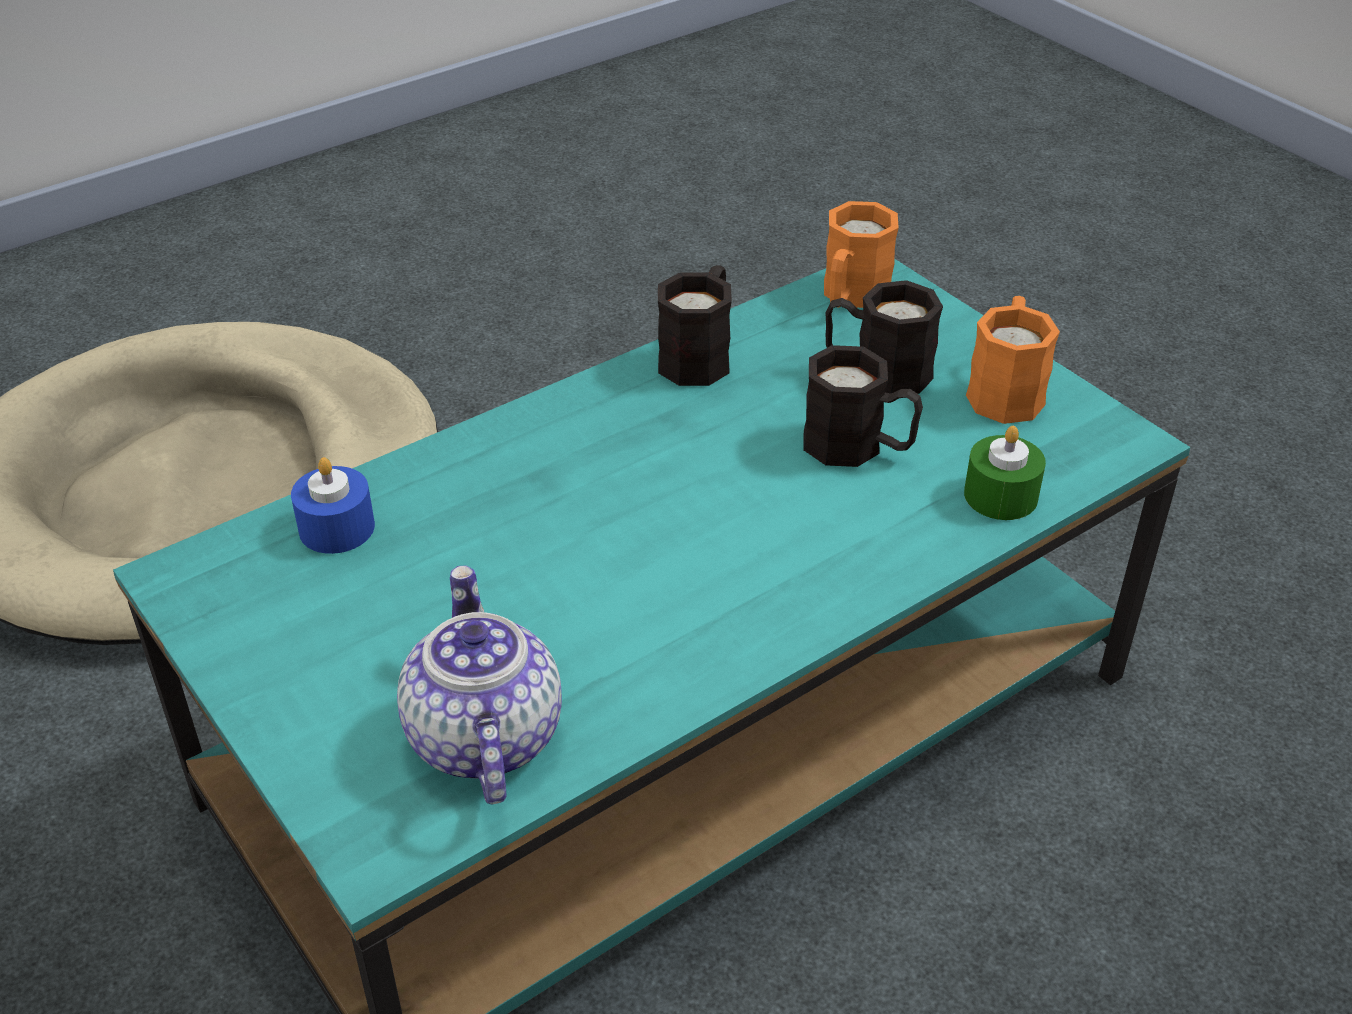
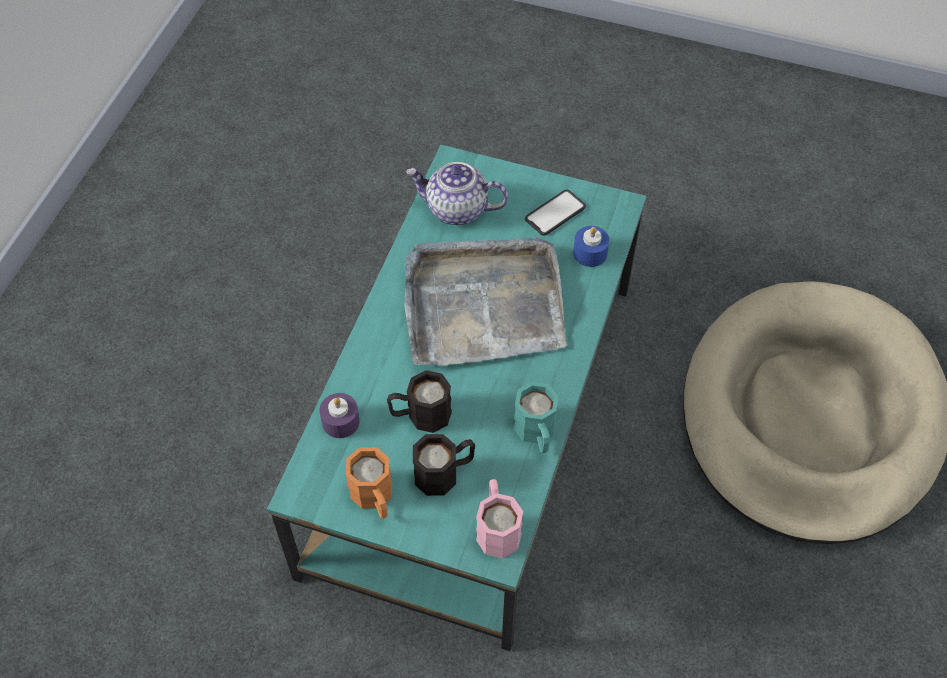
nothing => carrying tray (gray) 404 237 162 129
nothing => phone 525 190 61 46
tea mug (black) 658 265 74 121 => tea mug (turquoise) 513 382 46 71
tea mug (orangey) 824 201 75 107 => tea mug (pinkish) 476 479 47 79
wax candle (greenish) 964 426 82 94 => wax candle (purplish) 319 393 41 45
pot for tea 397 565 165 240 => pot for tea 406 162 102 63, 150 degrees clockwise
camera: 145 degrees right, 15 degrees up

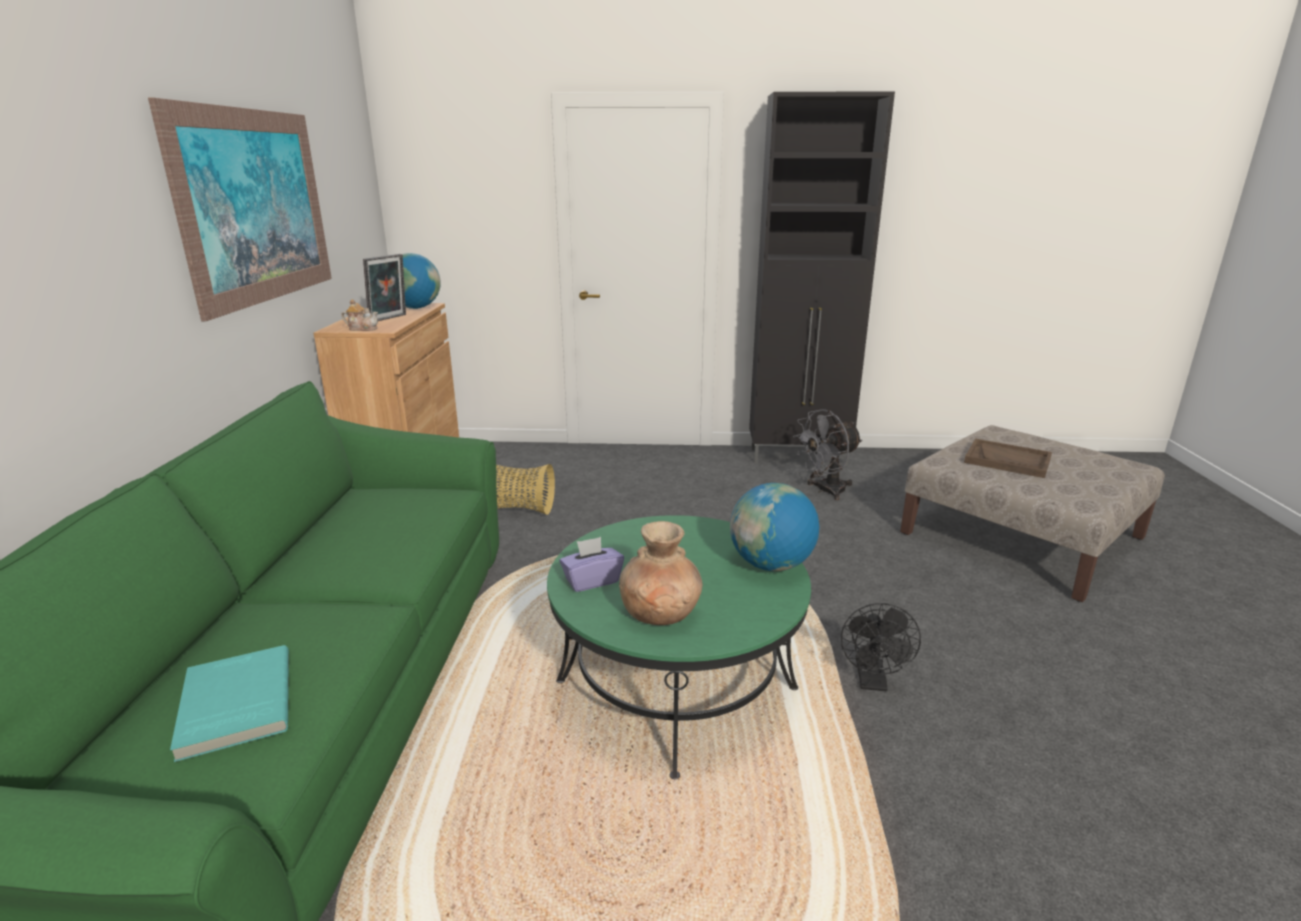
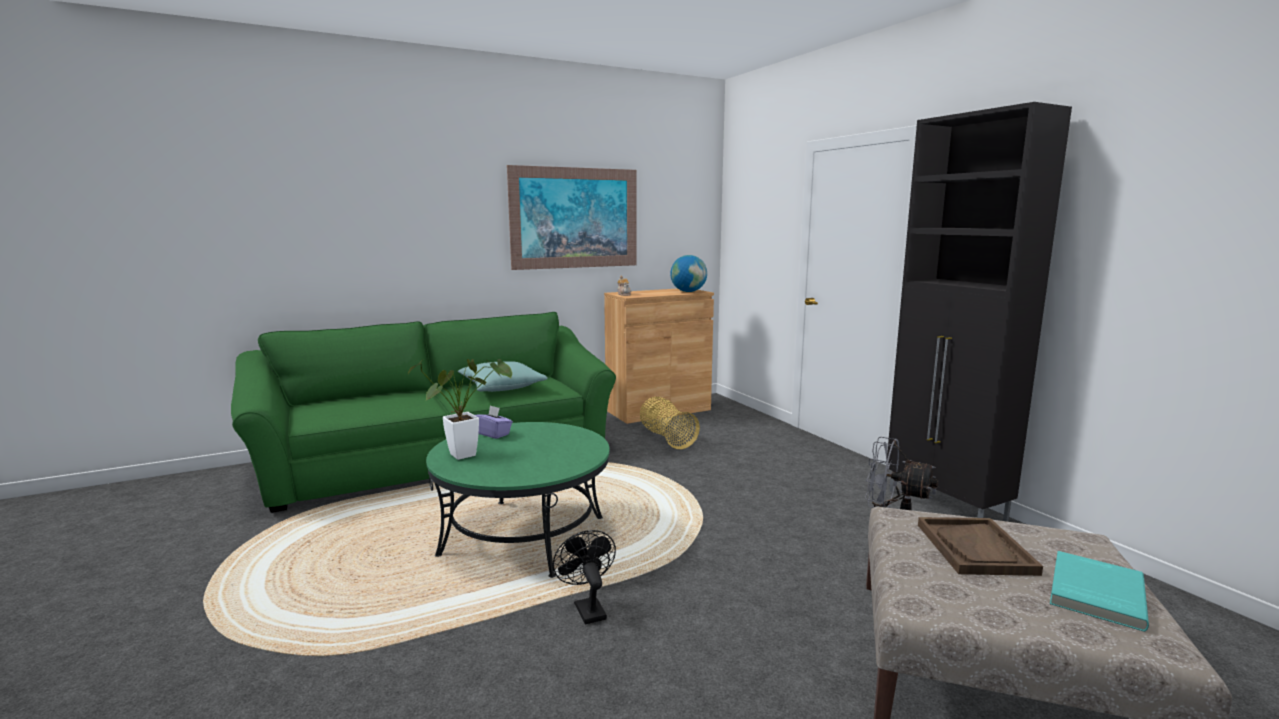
picture frame 363 254 43 67 => nothing
world globe 730 483 90 88 => nothing
nothing => throw pillow (turquoise) 458 361 90 31
volume (turquoise) 170 645 119 117 => volume (turquoise) 1050 551 99 81, moved
vase (brown-coloured) 619 521 84 104 => plant in a pot 408 359 104 101
electric fan (black) 841 603 80 88 => electric fan (black) 553 530 63 94, 90 degrees clockwise
camera: 60 degrees right, 10 degrees down

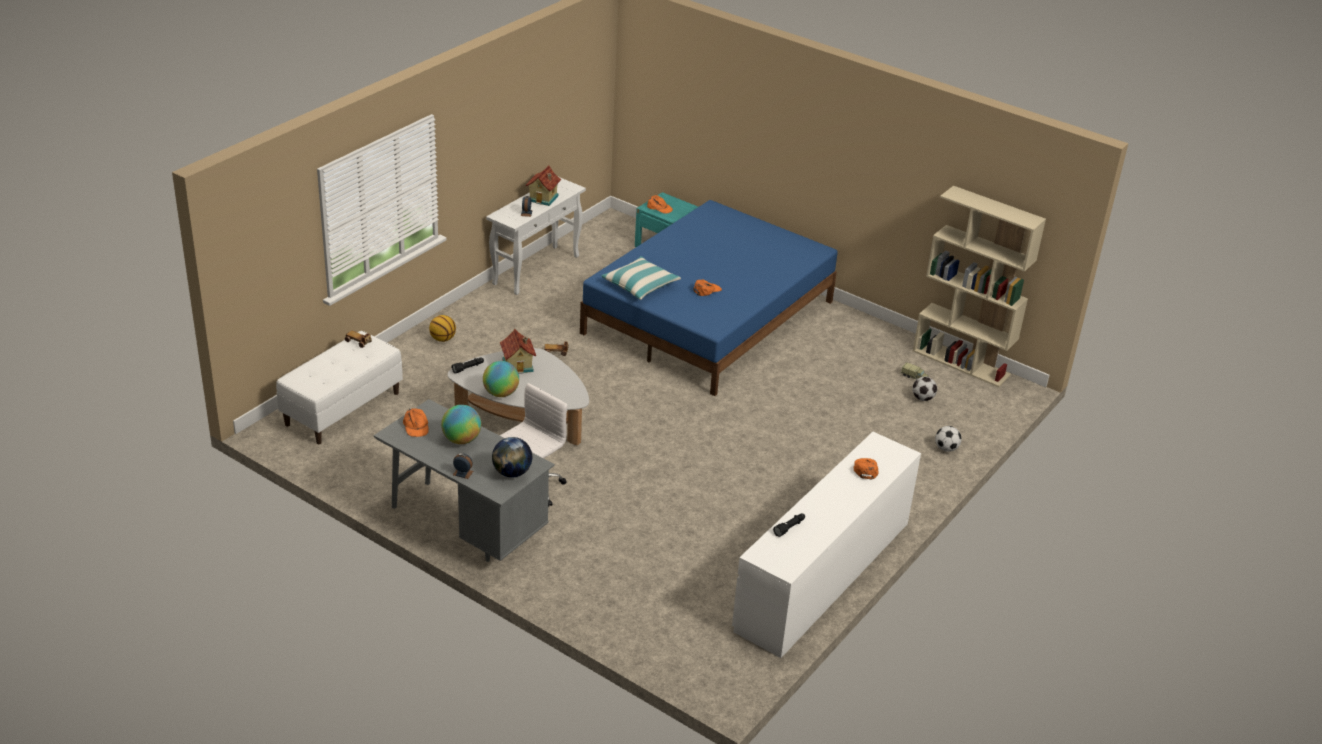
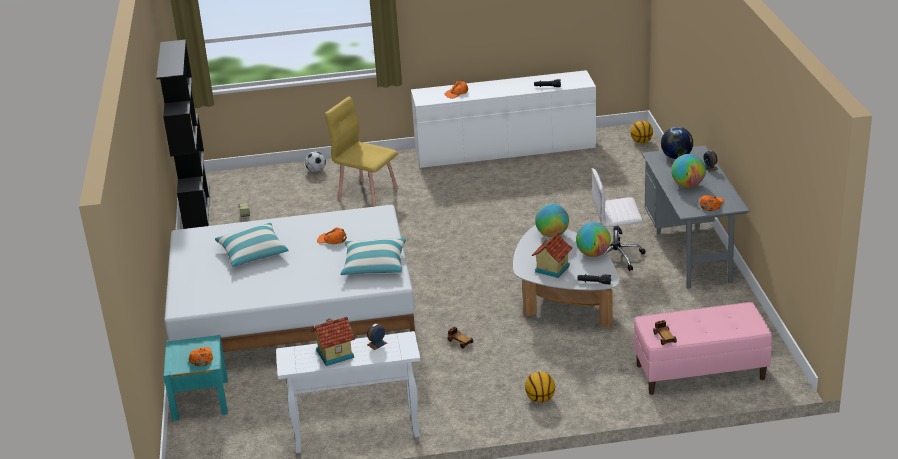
football 912 376 25 25 => nothing
nothing => throw pillow 215 223 74 44
nothing => plain chair (yellow-coloured) 325 96 73 111
nothing => world globe 535 204 34 33
nothing => ball for basketball 631 121 22 22
indoor bench (whitish) 276 331 127 113 => indoor bench (pinkish) 634 302 138 93
sleeping bed (blue-coloured) 580 200 258 196 => sleeping bed (whitish) 164 205 251 147
shelving unit (sand-coloured) 913 186 133 201 => shelving unit (black) 156 40 54 189
camera: 130 degrees left, 5 degrees down

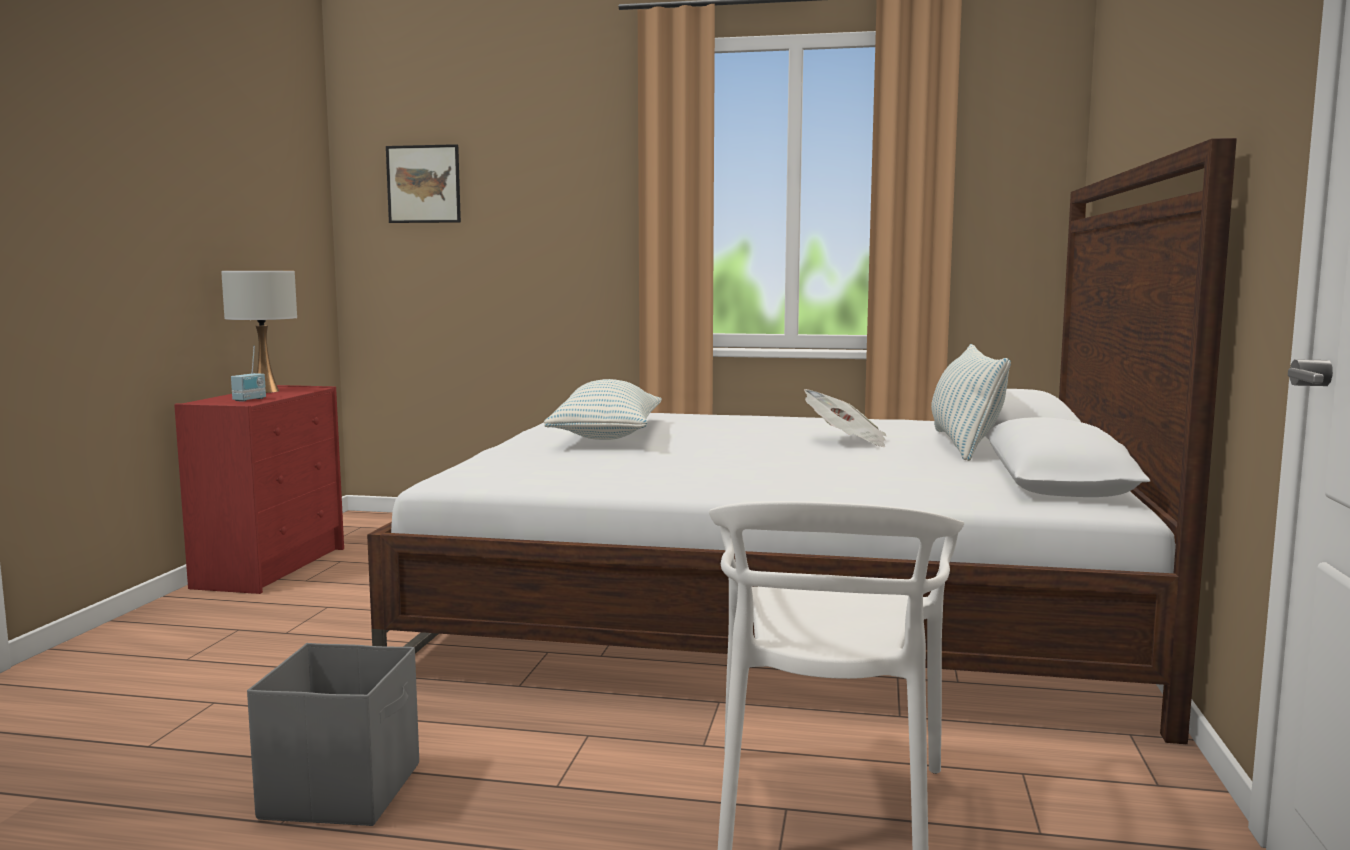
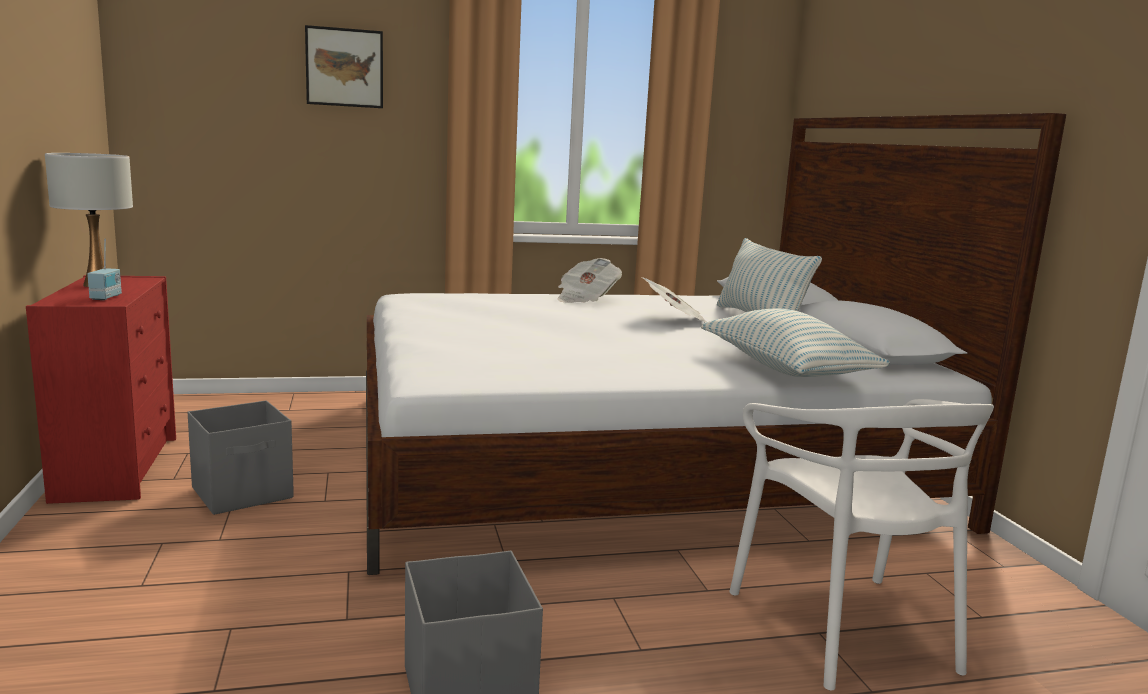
nothing => storage container (gray) 188 400 106 115
nothing => printed paper 558 258 64 45
wall picture 386 144 75 79 => wall picture 305 25 78 83, moved
throw pillow 544 379 118 61 => throw pillow 701 309 189 68, moved
camera: 25 degrees left, 5 degrees up

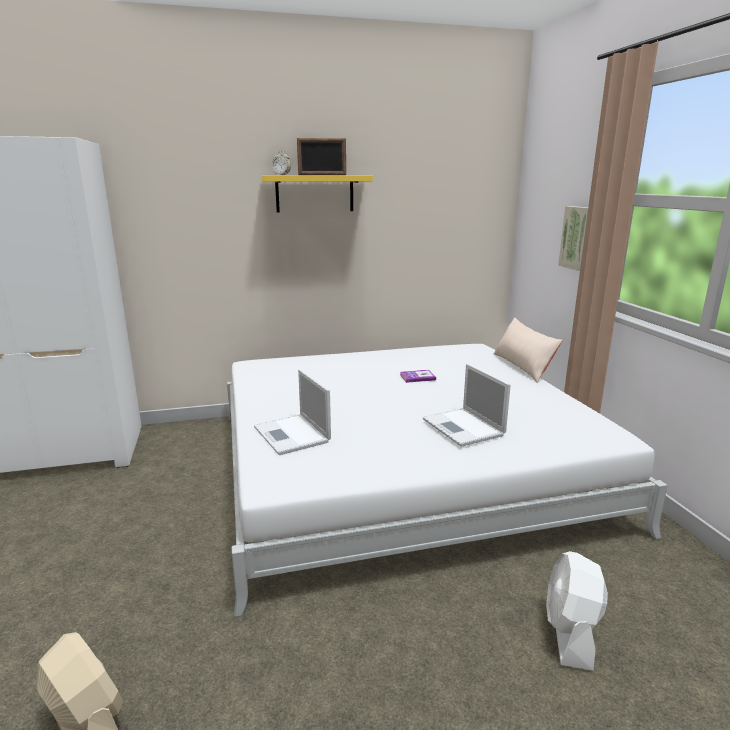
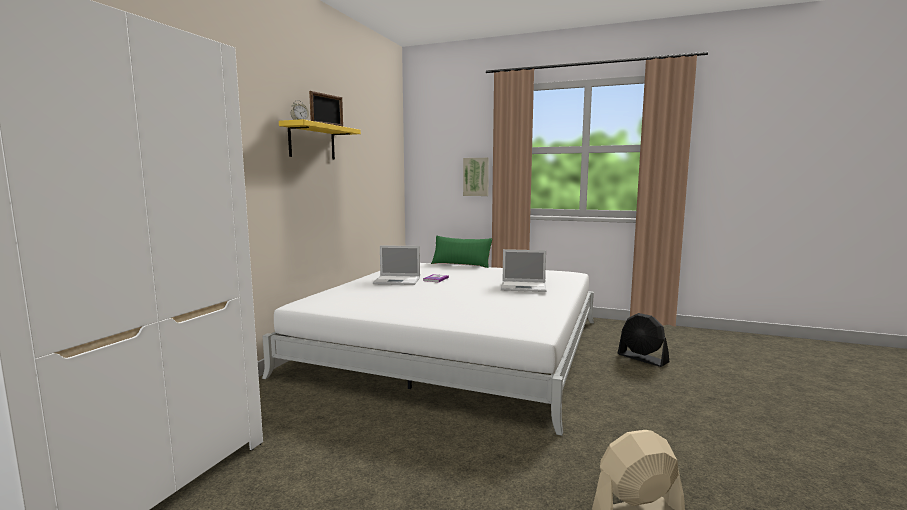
portable computer 254 369 77 86 => portable computer 373 245 47 40, moved
throw pillow (sand-coloured) 494 317 69 66 => throw pillow (greenish) 431 236 62 32
electric fan (whitish) 546 551 62 120 => electric fan (black) 618 313 51 54
camera: 55 degrees left, 10 degrees down

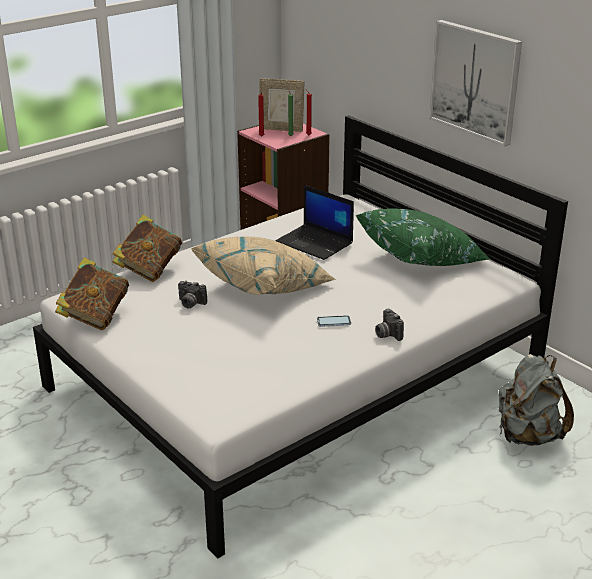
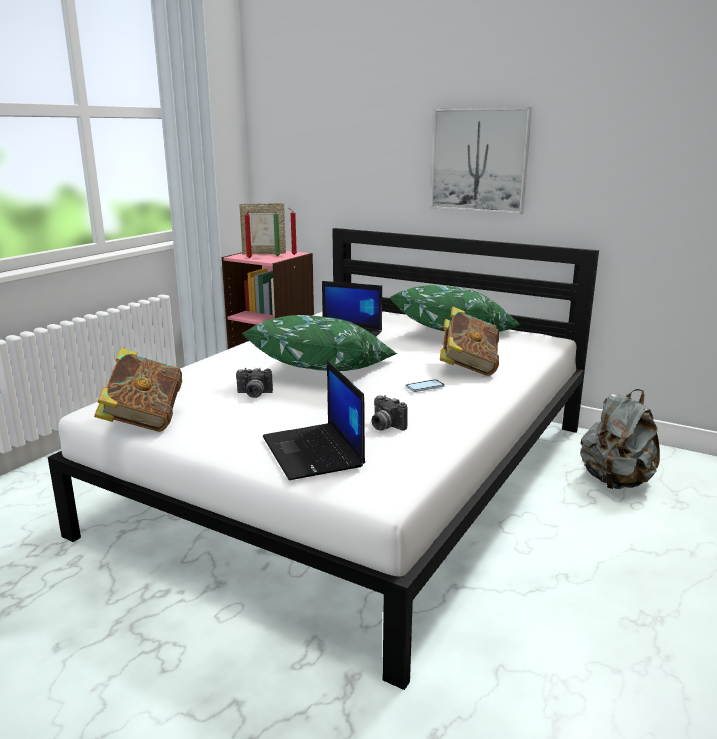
nothing => portable computer 263 361 102 119
volume 113 215 69 67 => volume 440 307 59 69, moved
photo camera 375 309 29 32 => photo camera 372 395 36 36, moved
throw pillow (sand-coloured) 190 237 146 58 => throw pillow (greenish) 241 315 157 56
camera: 20 degrees left, 10 degrees down

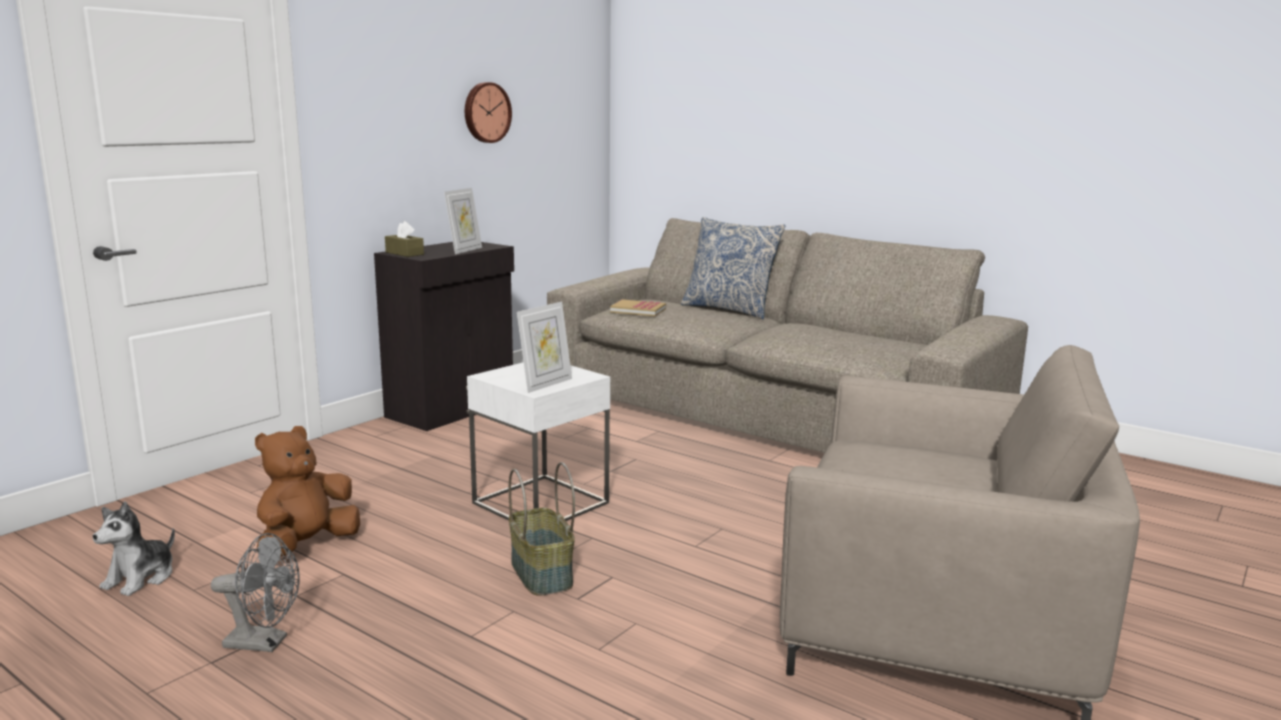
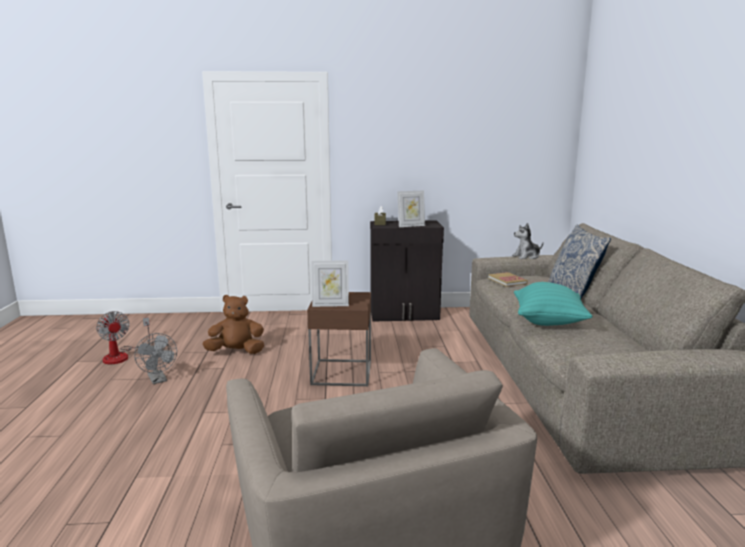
wall clock 465 82 47 61 => nothing
basket 509 462 66 134 => nothing
nothing => electric fan 96 311 54 53
nothing => throw pillow (turquoise) 514 282 79 44
plush toy 93 502 82 94 => plush toy 512 223 31 36, moved
end table (whitish) 467 362 143 159 => end table (brown-coloured) 307 292 64 94
camera: 50 degrees right, 0 degrees up

